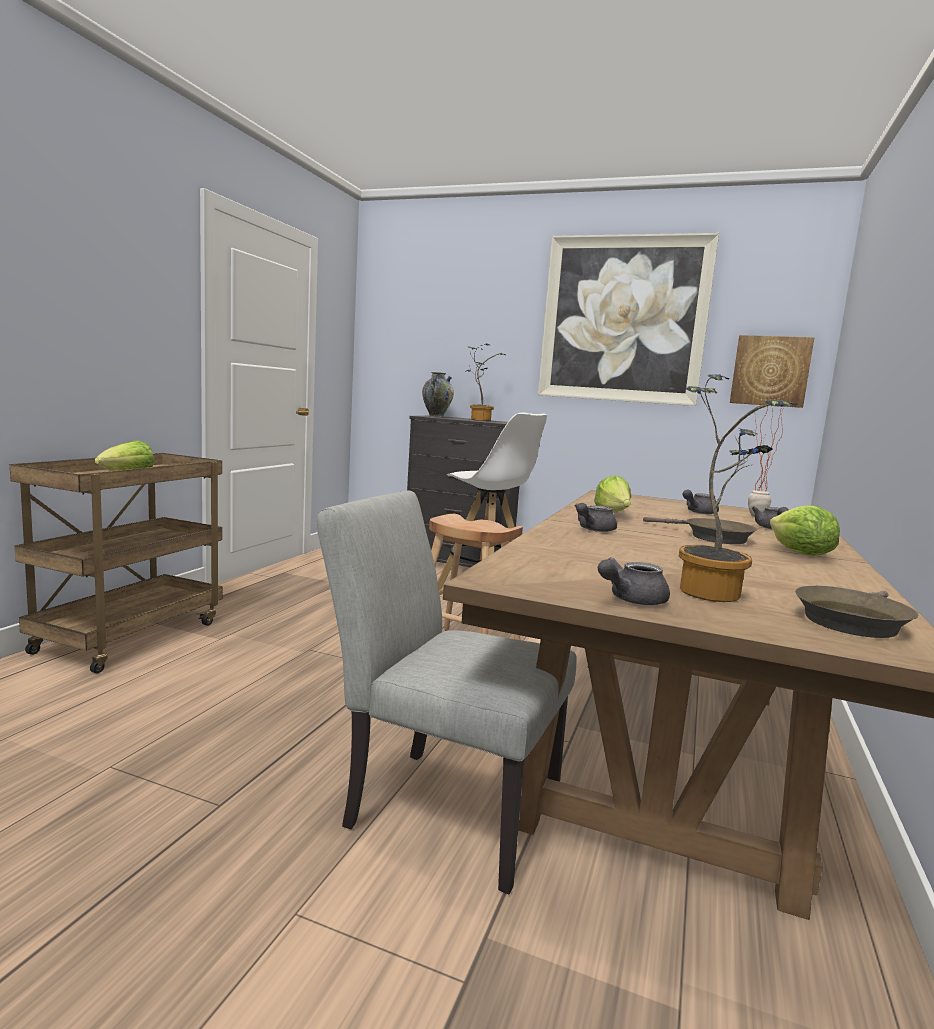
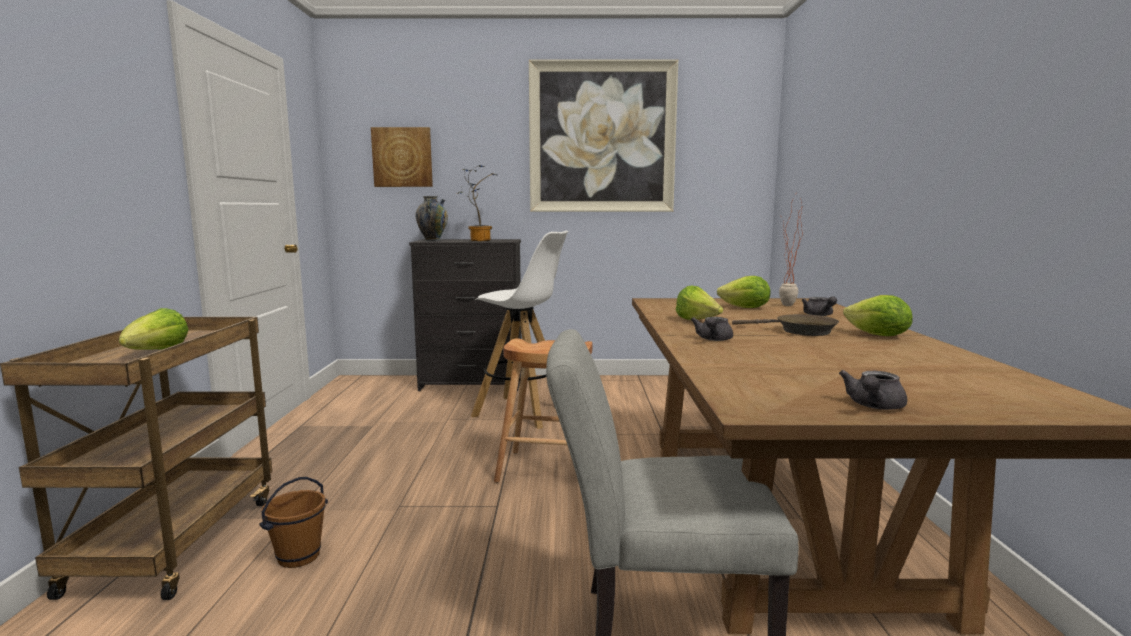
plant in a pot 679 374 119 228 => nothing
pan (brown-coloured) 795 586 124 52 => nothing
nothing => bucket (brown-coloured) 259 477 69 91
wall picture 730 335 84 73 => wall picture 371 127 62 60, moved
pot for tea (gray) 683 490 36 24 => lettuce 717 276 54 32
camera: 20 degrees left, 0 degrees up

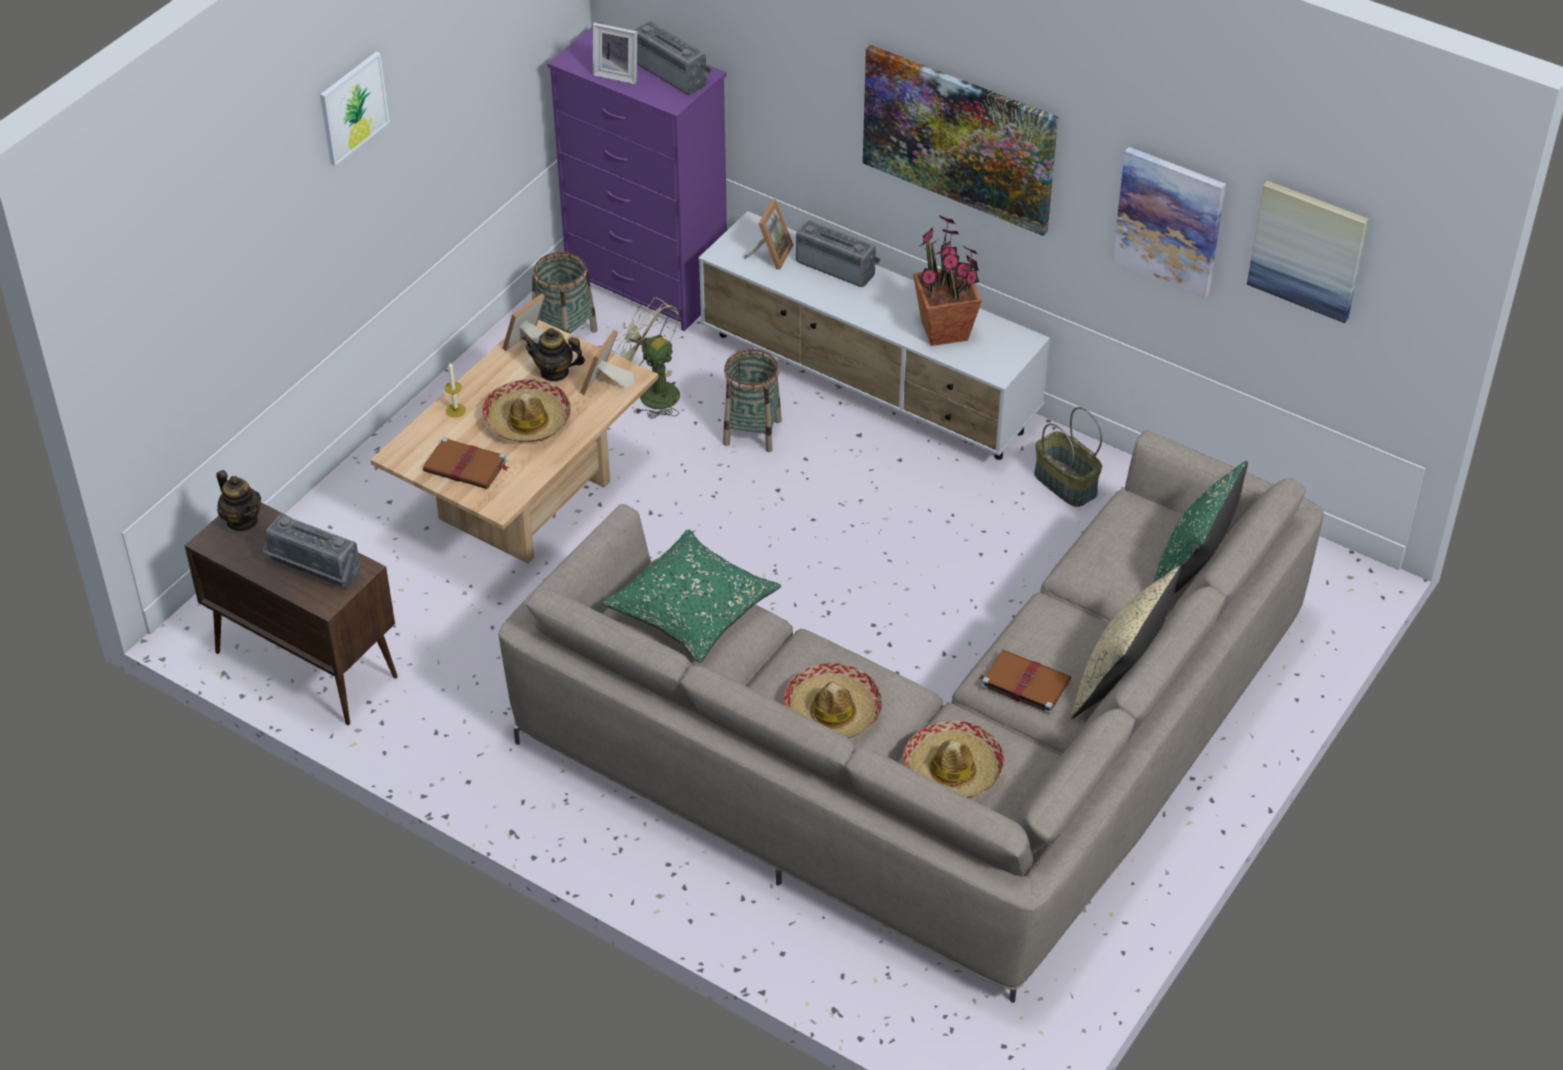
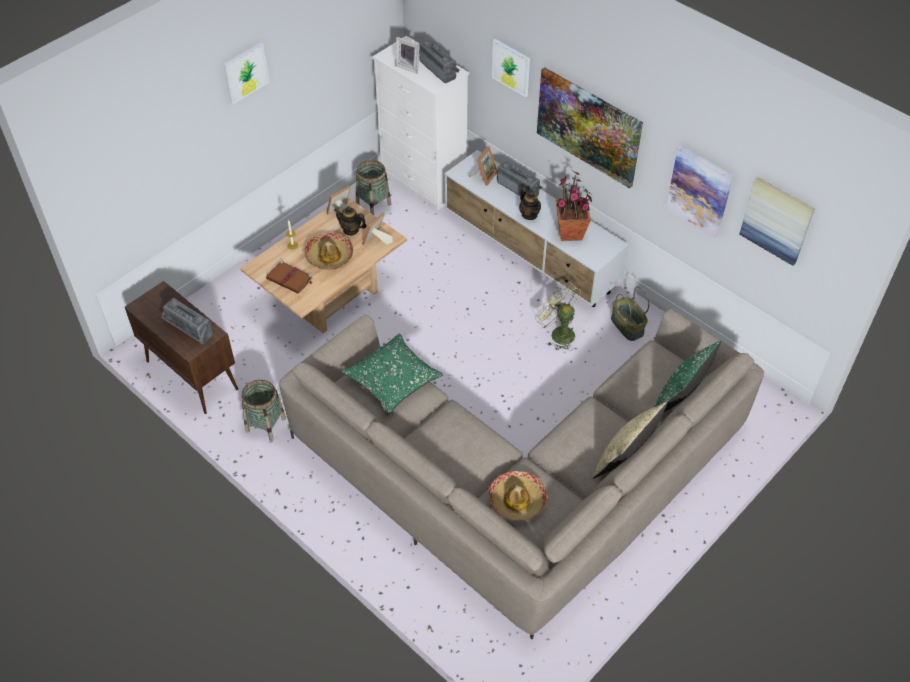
wearable hat 783 663 99 75 => nothing
volume (brown-coloured) 979 649 92 65 => nothing
nothing => wall picture 492 39 38 58
pot for tea 216 470 45 61 => pot for tea 519 188 22 32, moved
electric fan (greenish) 611 297 69 122 => electric fan (greenish) 535 282 46 69, moved
basket 723 349 59 103 => basket 242 380 44 61, moved
dresser (purplish) 547 22 180 309 => dresser (whitish) 372 36 97 175
camera: 10 degrees right, 5 degrees up

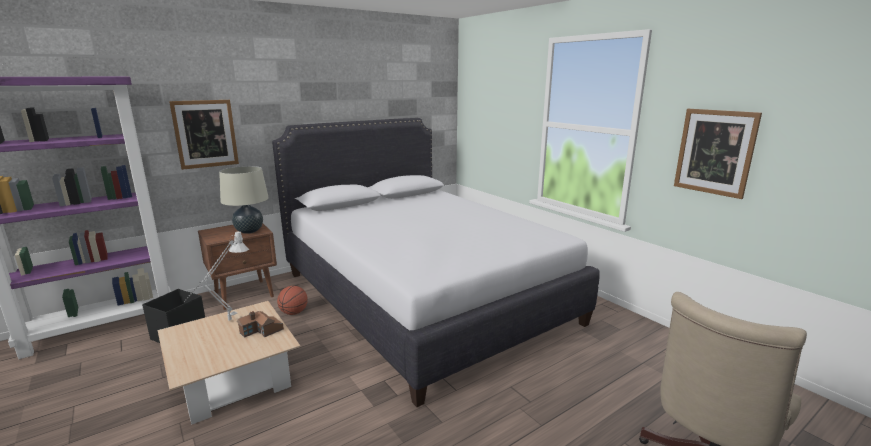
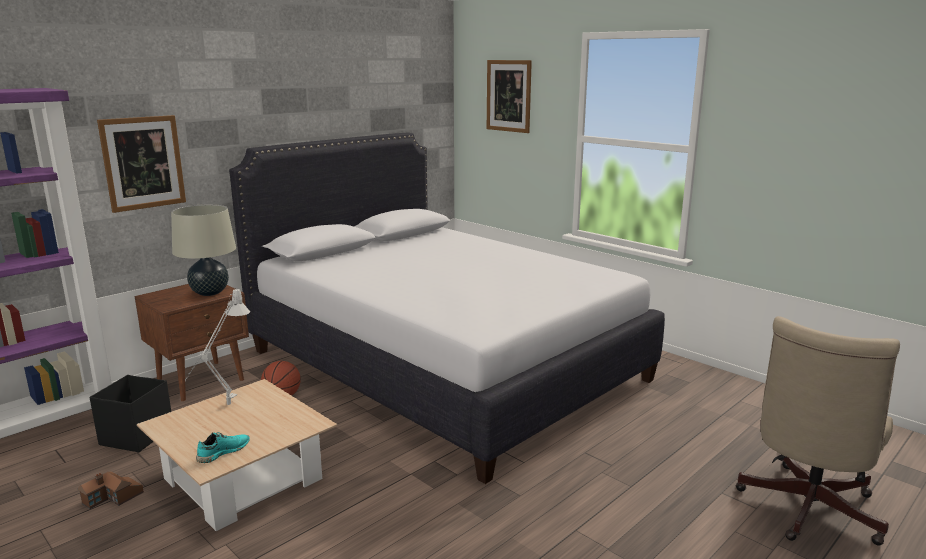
nothing => shoe (turquoise) 196 432 54 31
model house 237 311 47 27 => model house 77 471 67 38, moved
wall picture 674 109 88 90 => wall picture 487 60 45 73, moved
camera: 10 degrees left, 0 degrees up

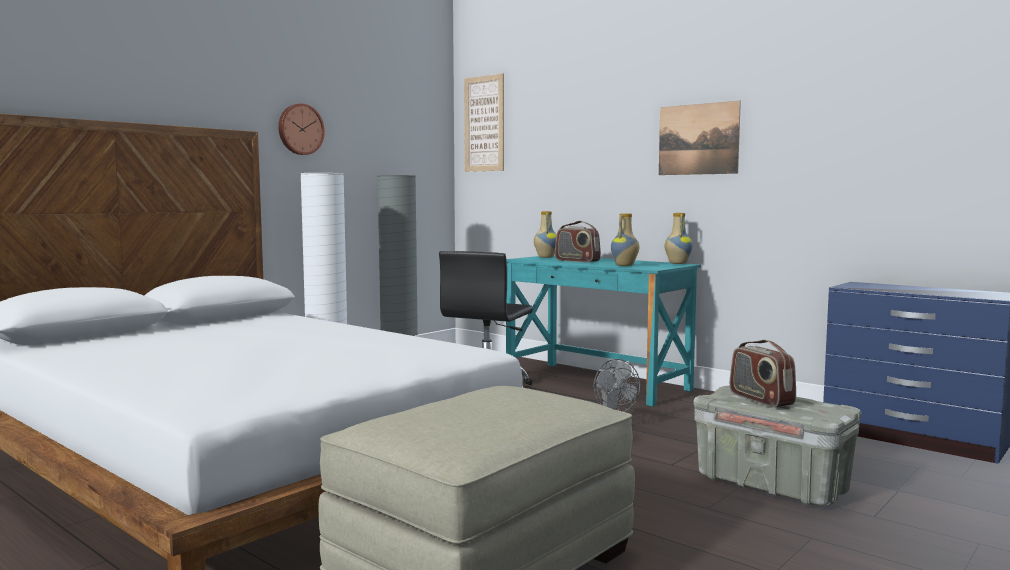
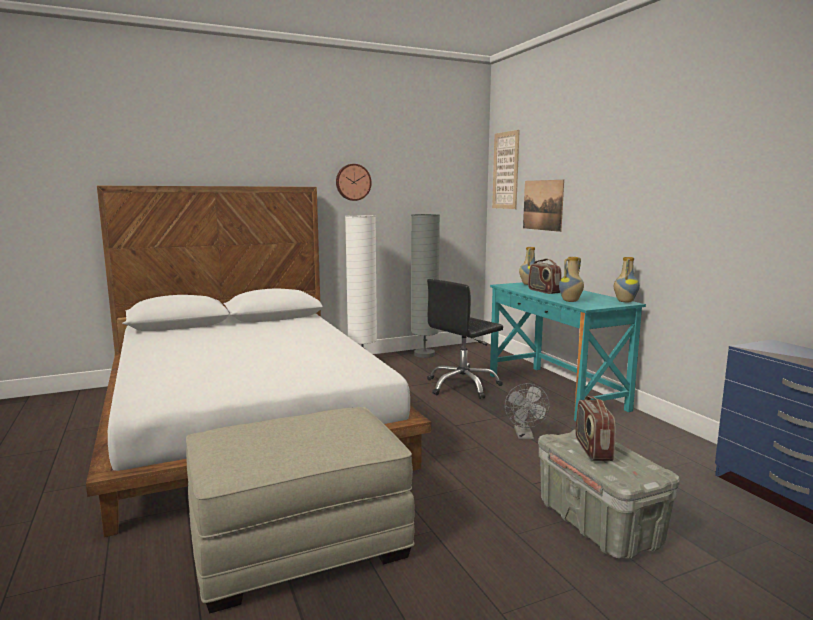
wall picture 659 101 82 74 => wall picture 523 180 41 52, moved
camera: 25 degrees right, 5 degrees up

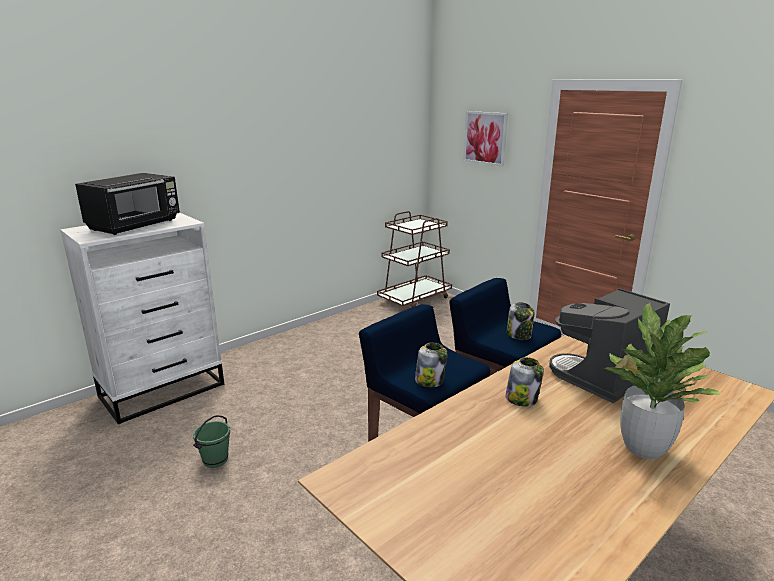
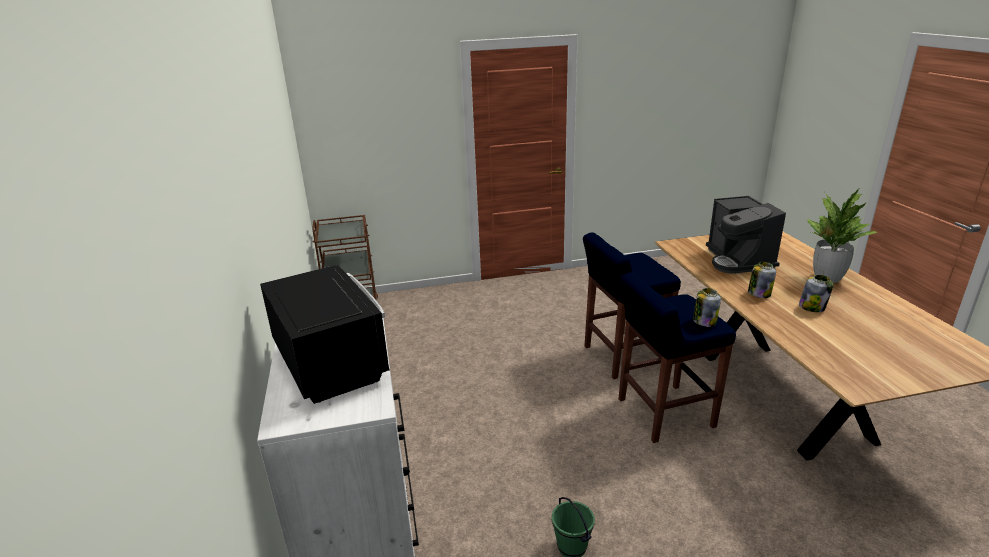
wall picture 463 111 45 56 => nothing
storage jar 507 302 27 38 => storage jar 799 275 35 37, moved
camera: 60 degrees left, 5 degrees up

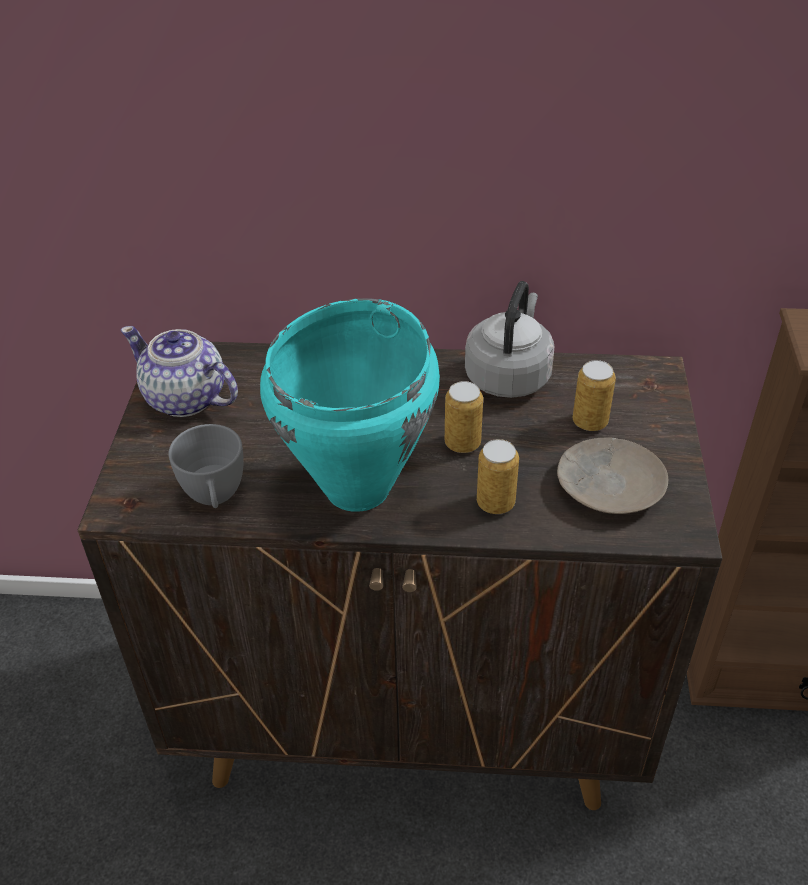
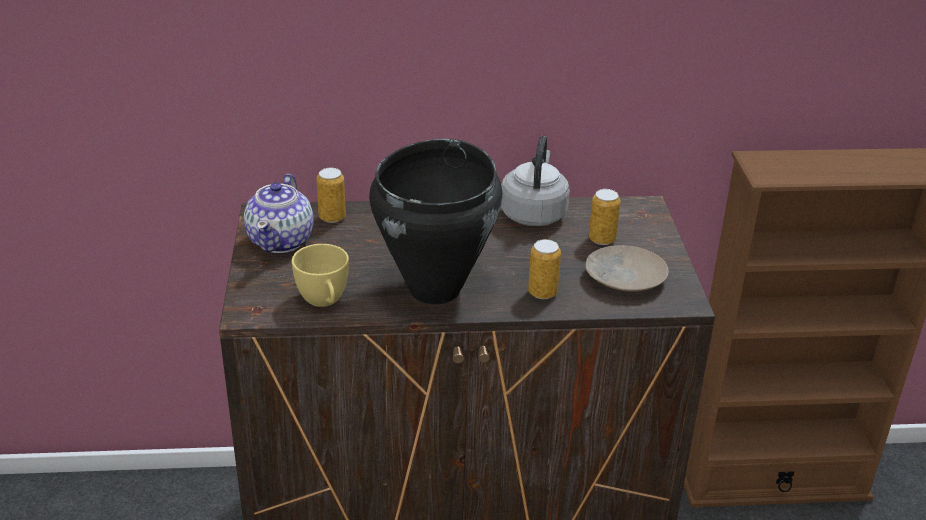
sealed can 445 381 38 72 => sealed can 316 168 30 55, moved
small cup (gray) 169 424 75 84 => small cup (yellow-coloured) 292 244 57 63
cooking pot (turquoise) 260 298 180 214 => cooking pot (black) 369 139 133 165
pot for tea 120 326 118 91 => pot for tea 244 174 70 79, 105 degrees counterclockwise
camera: 10 degrees left, 10 degrees down

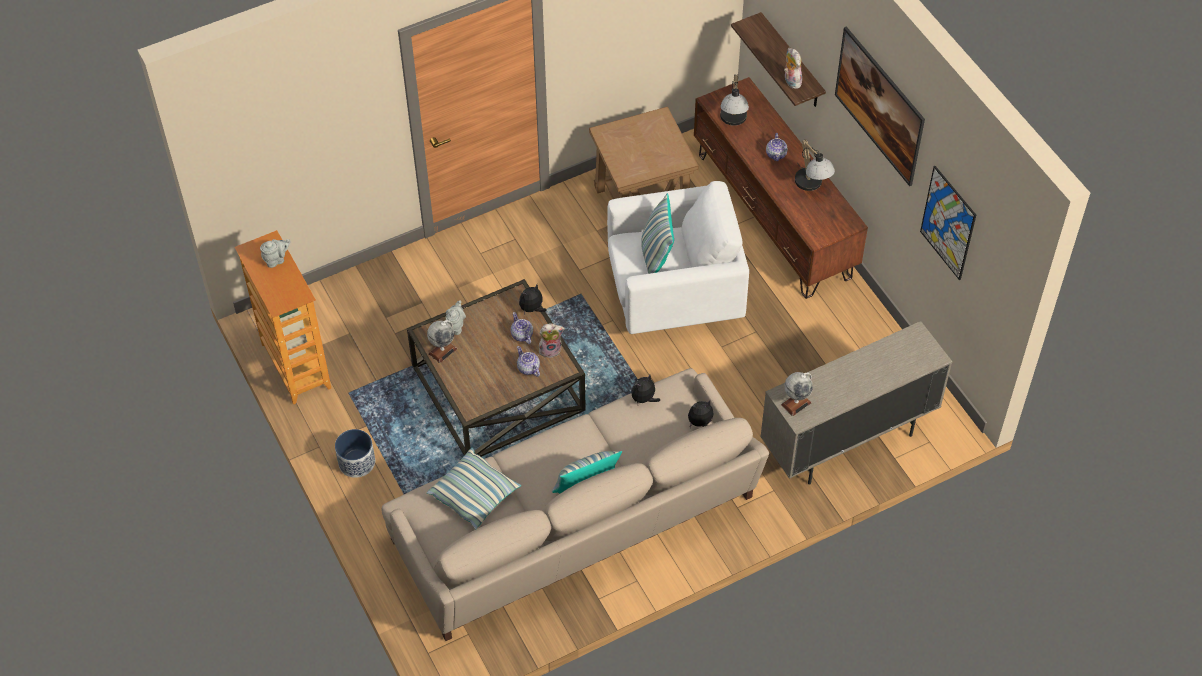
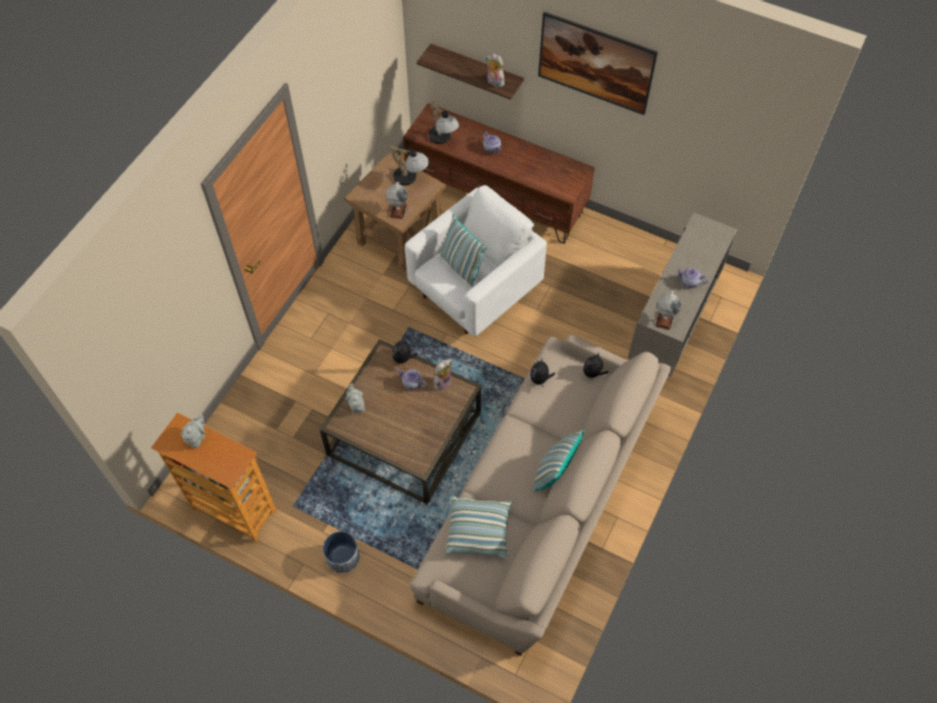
wall picture 920 166 56 114 => nothing
world globe 427 320 30 43 => world globe 386 182 22 37, moved
pot for tea 517 346 23 31 => pot for tea 677 268 31 20, moved
tabletop lamp 795 139 40 52 => tabletop lamp 389 145 40 41, moved
camera: 35 degrees left, 5 degrees up

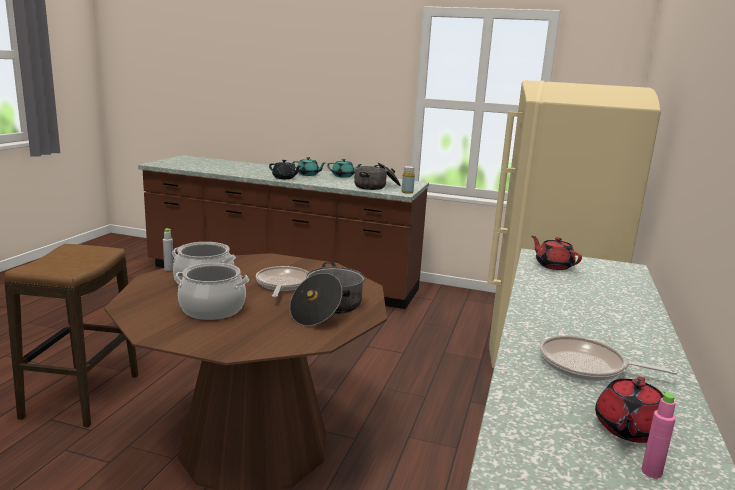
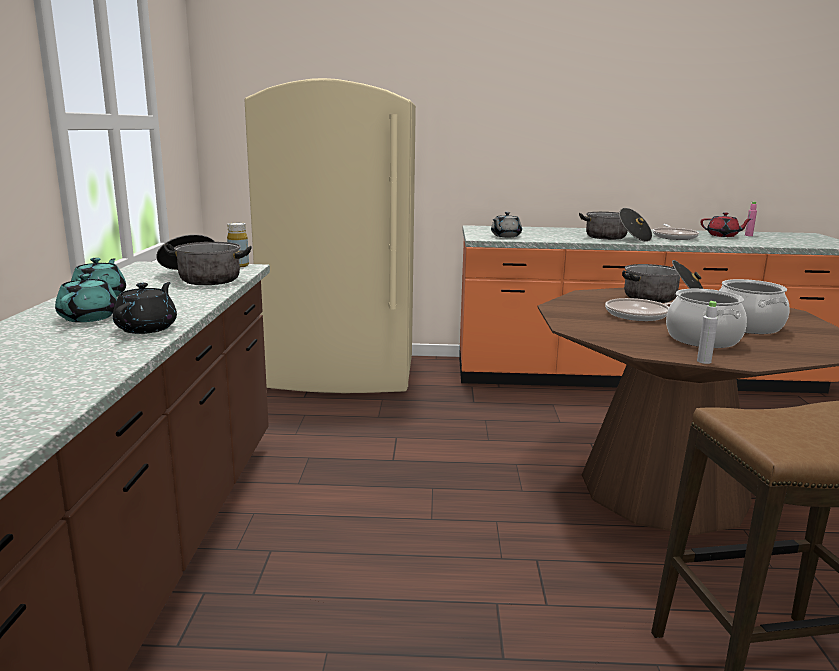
nothing => cooking pot 579 208 73 34
pot for tea (reddish) 532 236 50 34 => pot for tea (gray) 491 212 31 25
camera: 105 degrees left, 0 degrees up

